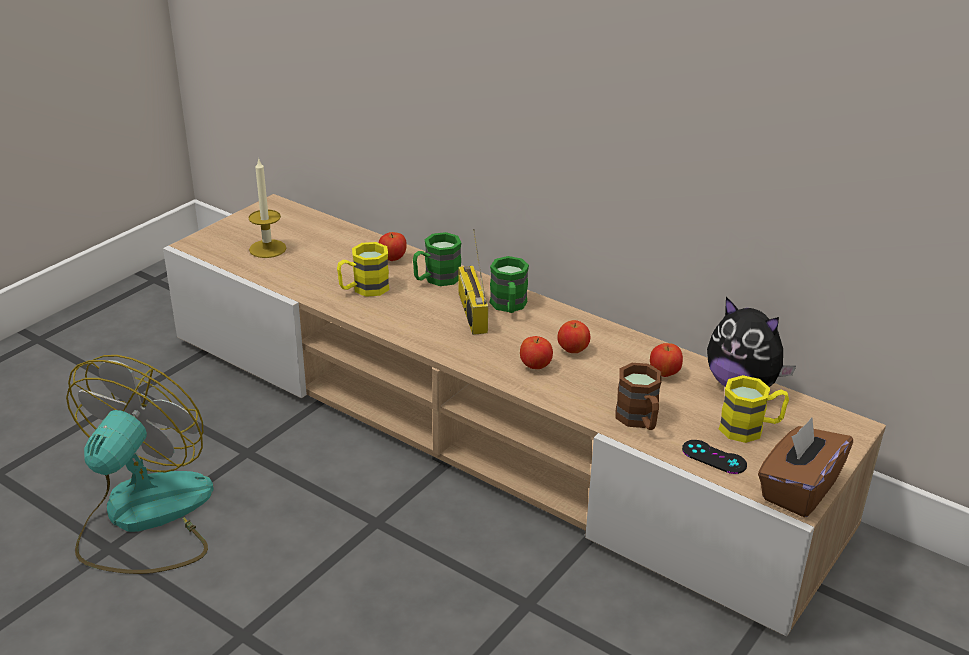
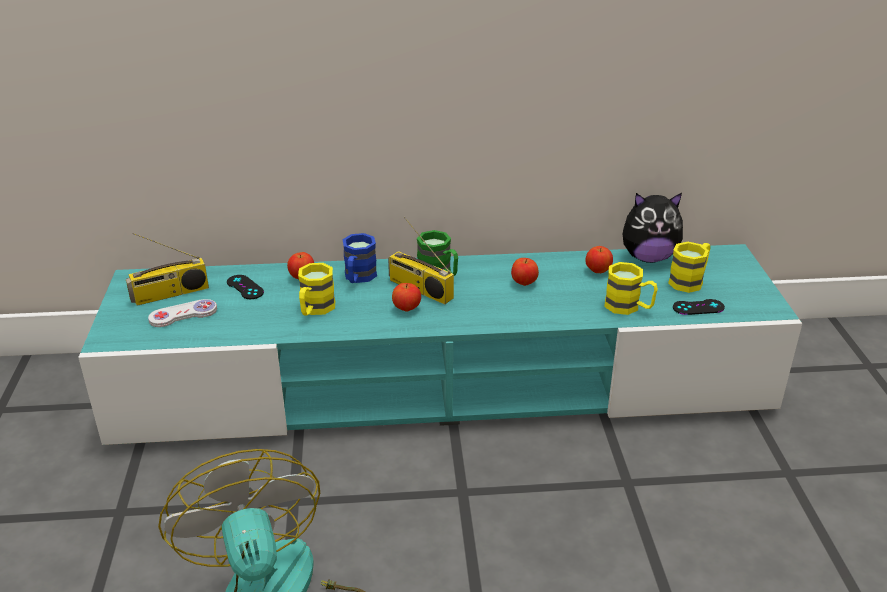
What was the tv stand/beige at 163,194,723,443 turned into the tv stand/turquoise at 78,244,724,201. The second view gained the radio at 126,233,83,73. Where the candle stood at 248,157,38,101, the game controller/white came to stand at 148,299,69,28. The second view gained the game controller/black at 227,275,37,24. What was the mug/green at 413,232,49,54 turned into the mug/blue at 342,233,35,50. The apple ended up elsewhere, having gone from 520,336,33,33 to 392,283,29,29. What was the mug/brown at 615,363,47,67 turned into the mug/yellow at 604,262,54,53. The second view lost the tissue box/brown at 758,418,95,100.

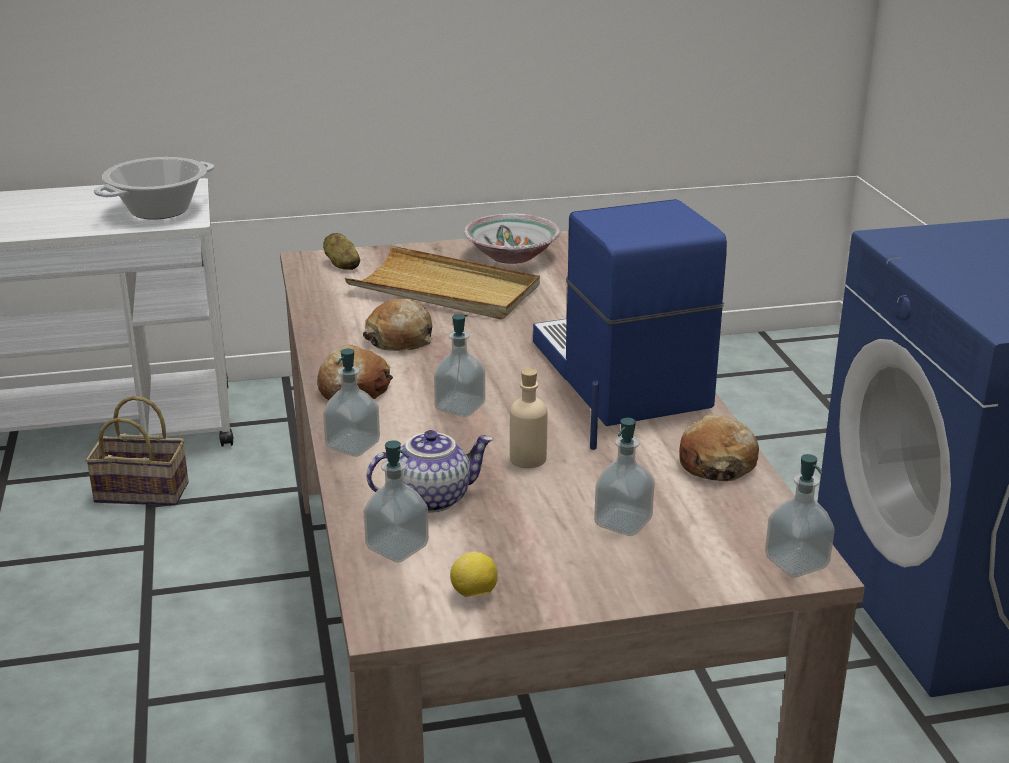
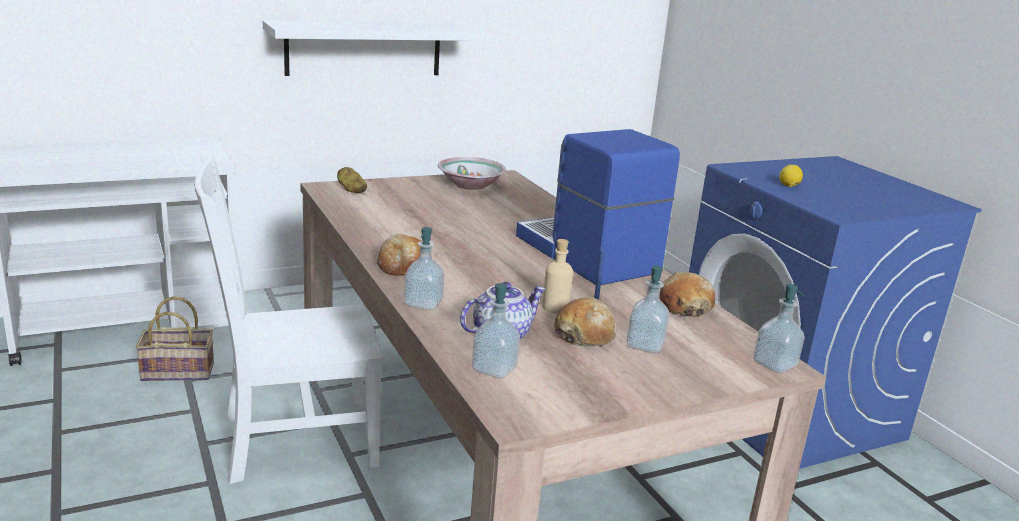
The second view gained the chair/white at 194,153,188,331. The second view gained the shelf/white at 263,20,217,56. The bread ended up elsewhere, having gone from 363,299,69,52 to 555,297,61,49. The lemon ended up elsewhere, having gone from 450,552,48,45 to 779,165,24,22. The second view lost the cooking pot at 94,157,120,63. The second view lost the tray/beige at 345,246,195,73. The second view lost the soap dispenser at 434,314,51,103.

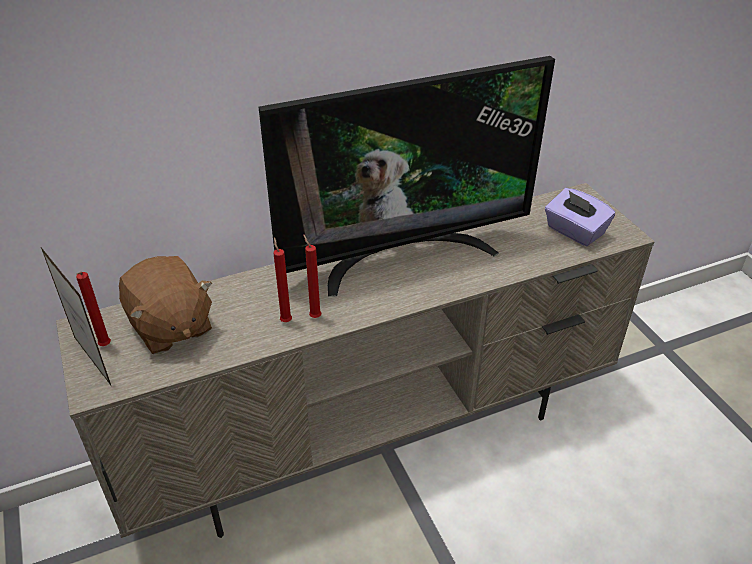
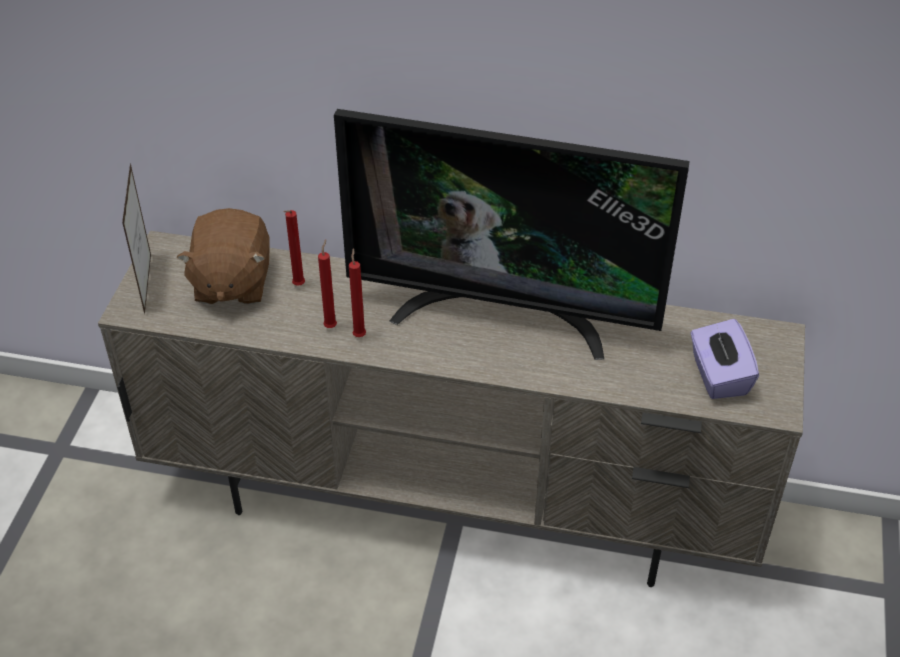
The candle/red ended up elsewhere, having gone from 76,272,35,74 to 283,210,22,76.

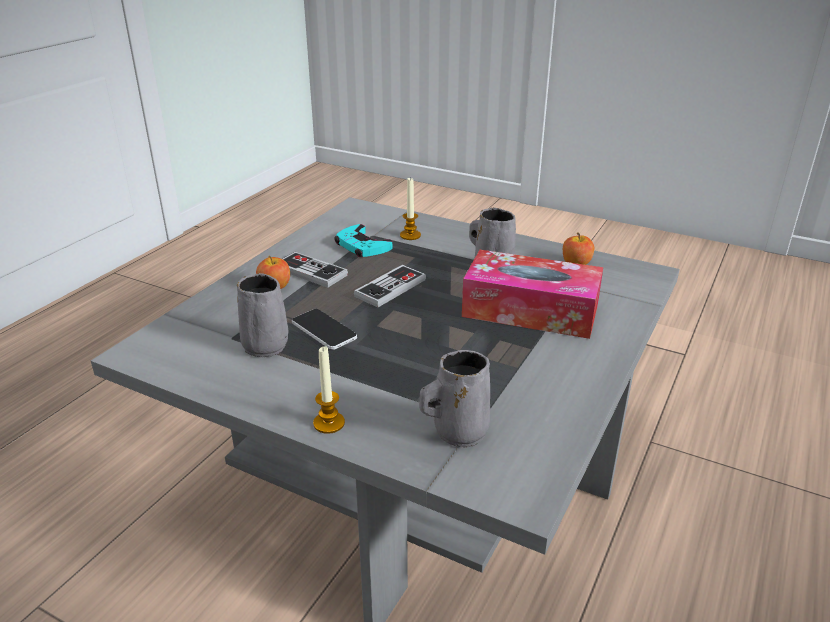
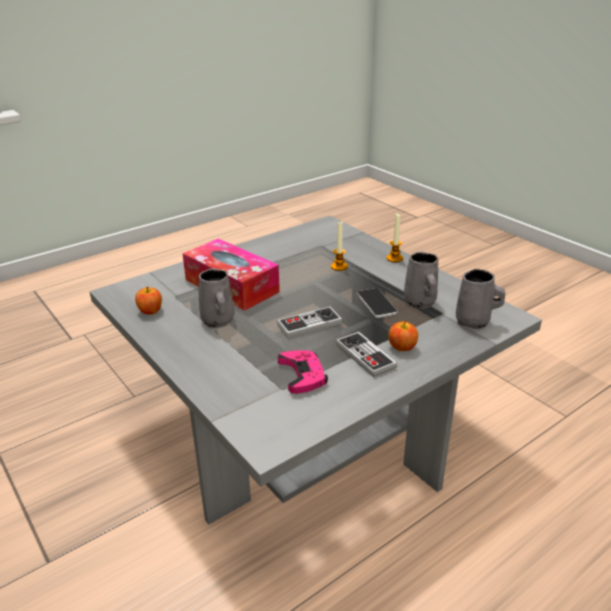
What was the game controller/turquoise at 334,224,59,33 turned into the game controller/pink at 278,350,50,44. The candle ended up elsewhere, having gone from 400,177,21,63 to 331,221,17,50. The mug/grey ended up elsewhere, having gone from 419,350,71,98 to 456,269,49,60.

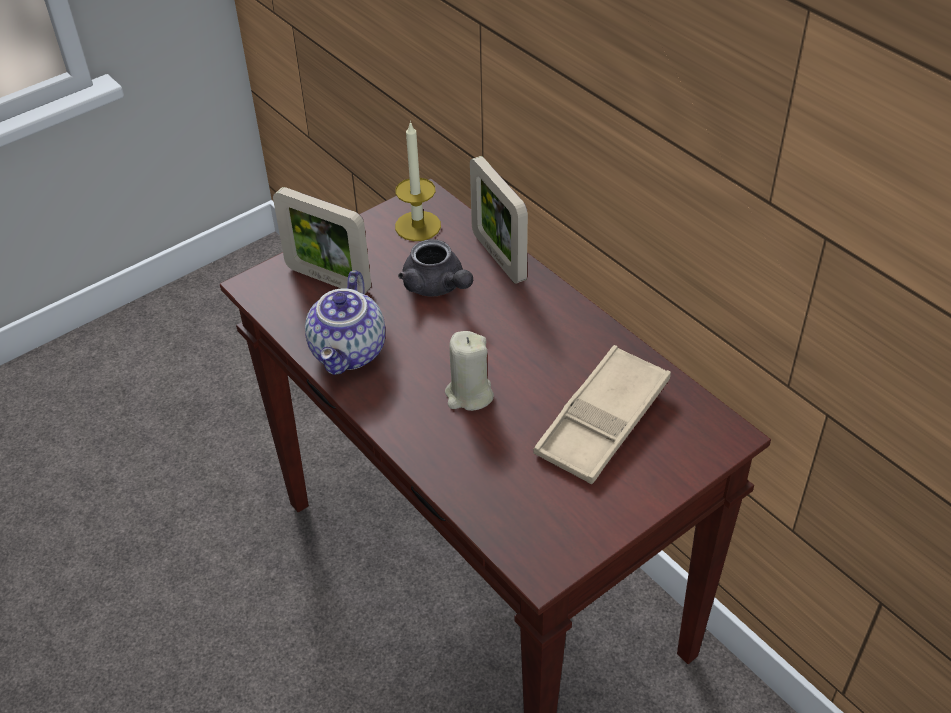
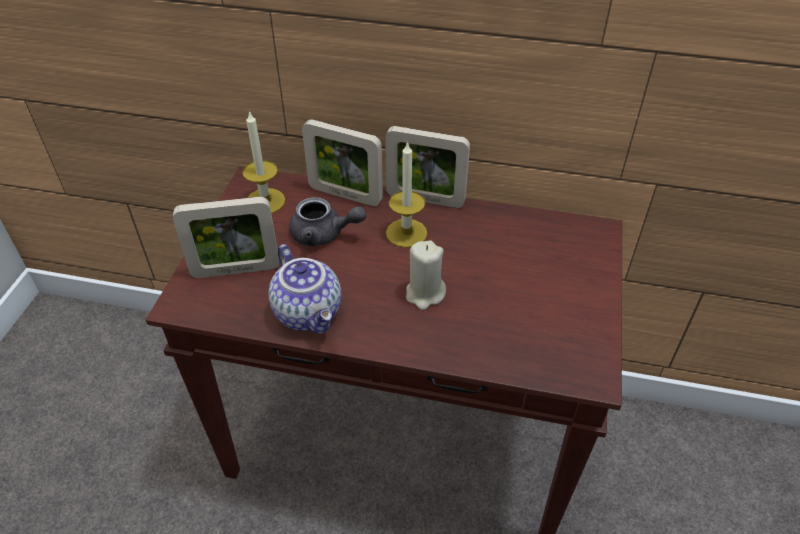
The second view gained the picture frame at 385,126,85,82. The second view gained the candle at 386,141,41,107. The second view lost the tray/beige at 533,345,138,139.

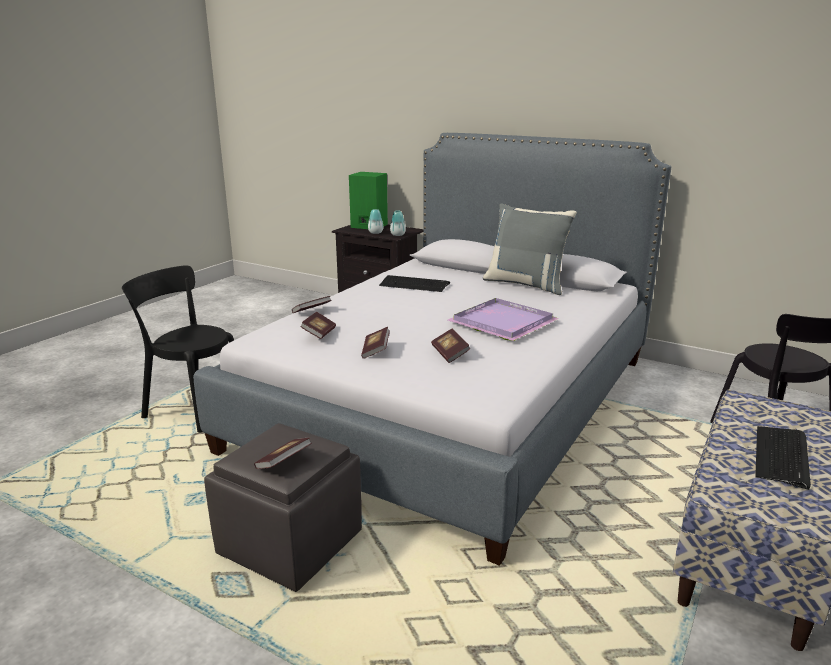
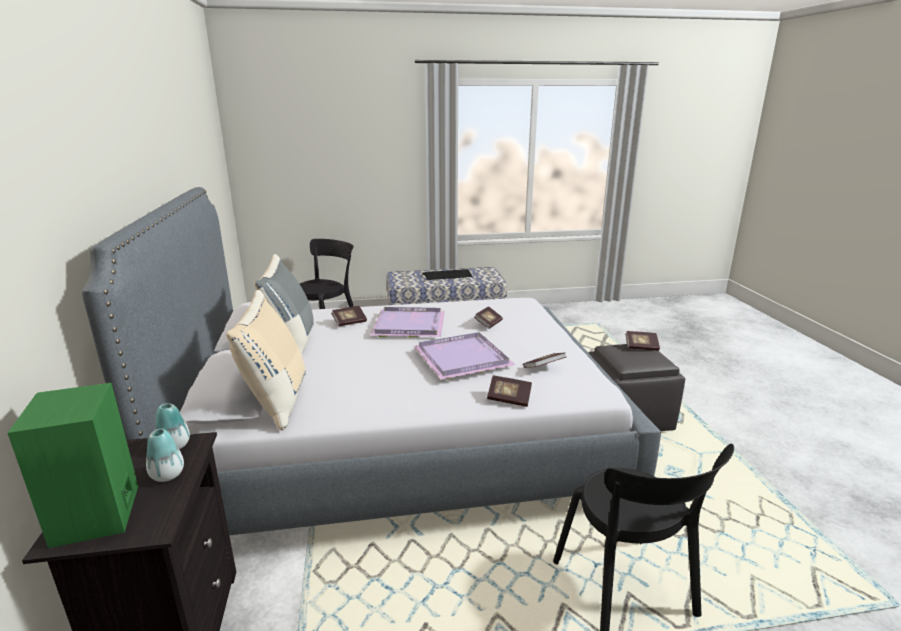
The second view gained the pillow/beige at 226,290,80,140. The book ended up elsewhere, having gone from 361,327,29,32 to 331,306,36,20. The second view gained the tray/purple at 413,332,102,48. The second view lost the keyboard at 379,275,71,17.

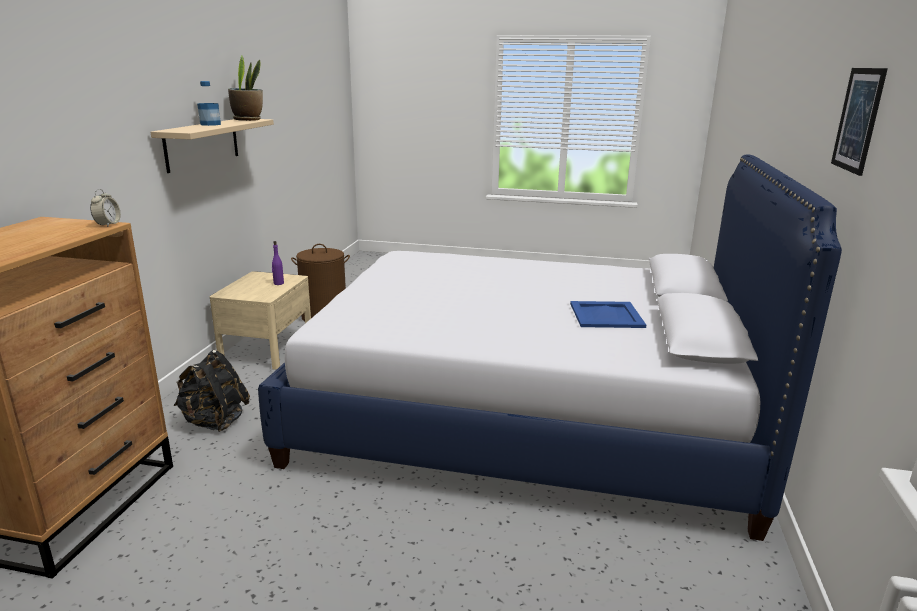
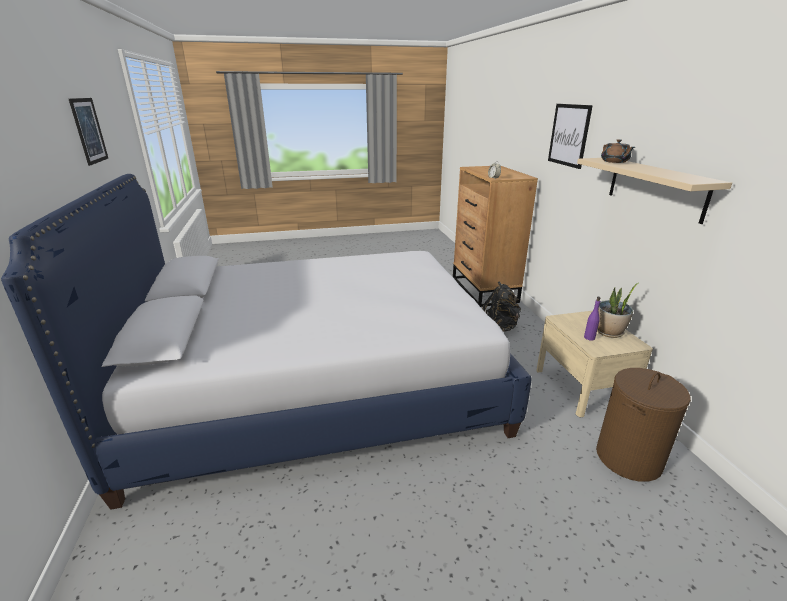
The second view gained the picture at 548,104,45,65. The potted plant ended up elsewhere, having gone from 228,55,35,66 to 597,283,41,55. The second view gained the teapot/brown at 601,139,34,24. The second view lost the bottle at 197,81,24,45. The second view lost the tray/blue at 570,301,76,27.

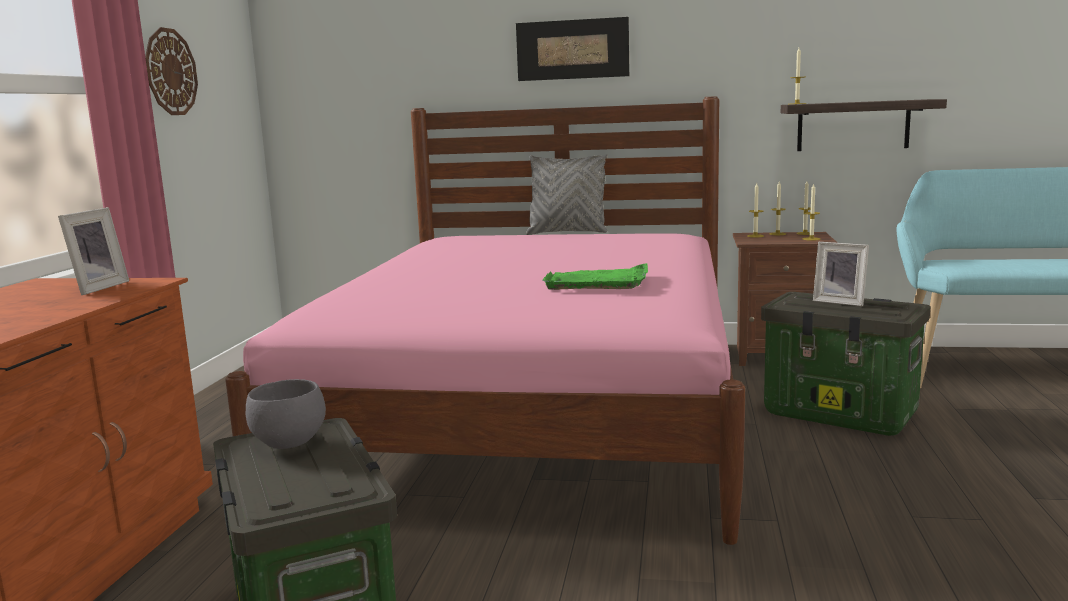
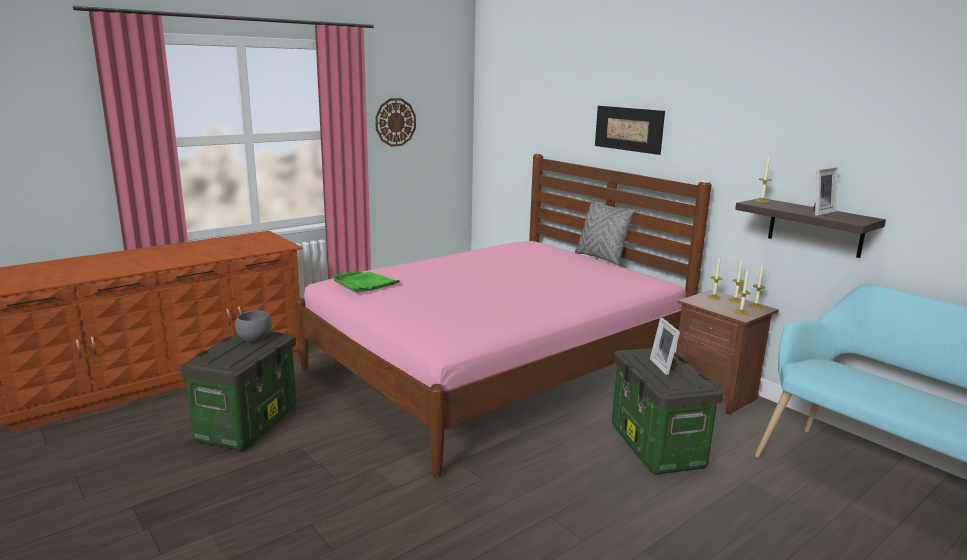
The tray/green ended up elsewhere, having gone from 542,263,106,27 to 331,271,68,21. The picture frame ended up elsewhere, having gone from 58,207,71,88 to 812,167,26,49.

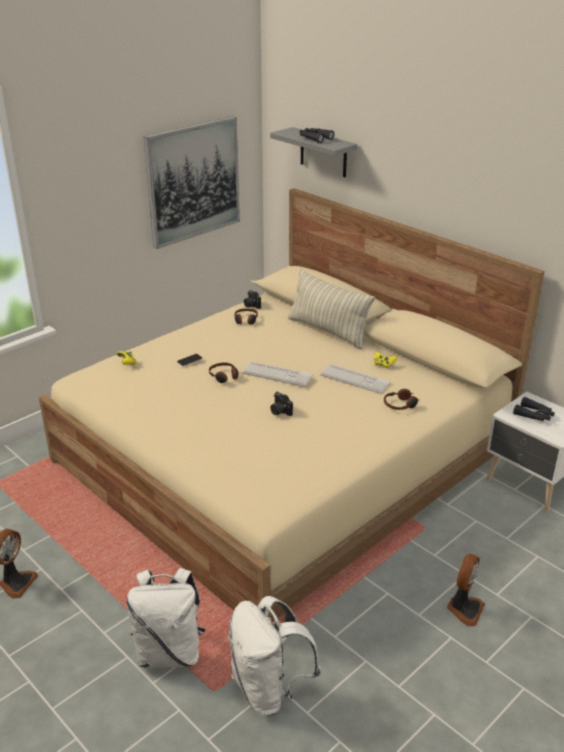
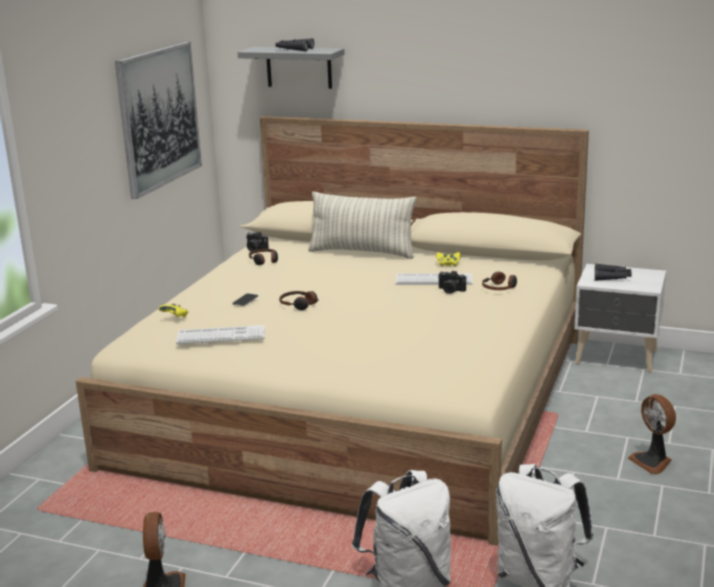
The keyboard ended up elsewhere, having gone from 242,361,71,26 to 176,325,89,19. The photo camera ended up elsewhere, having gone from 270,392,23,24 to 438,271,28,23. The fan at 447,554,38,73 ended up facing another way, 150 degrees clockwise from before.

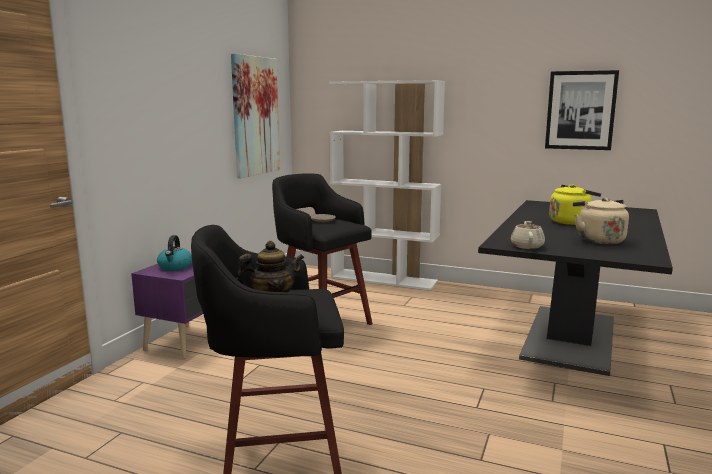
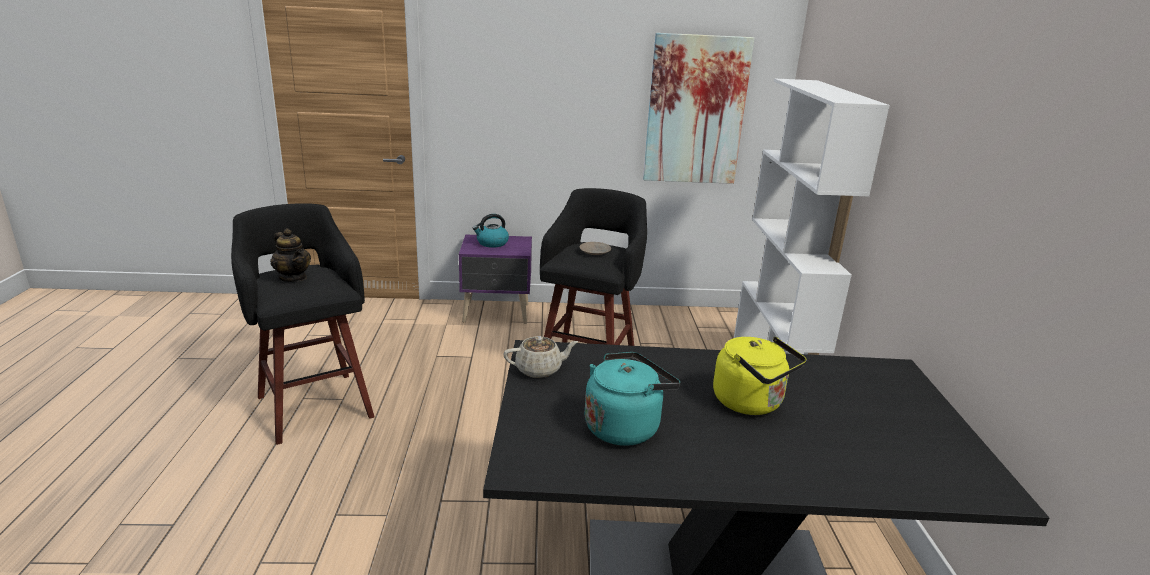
What was the kettle/beige at 573,198,56,46 turned into the kettle/turquoise at 585,352,95,94. The second view lost the picture at 545,70,74,80.

